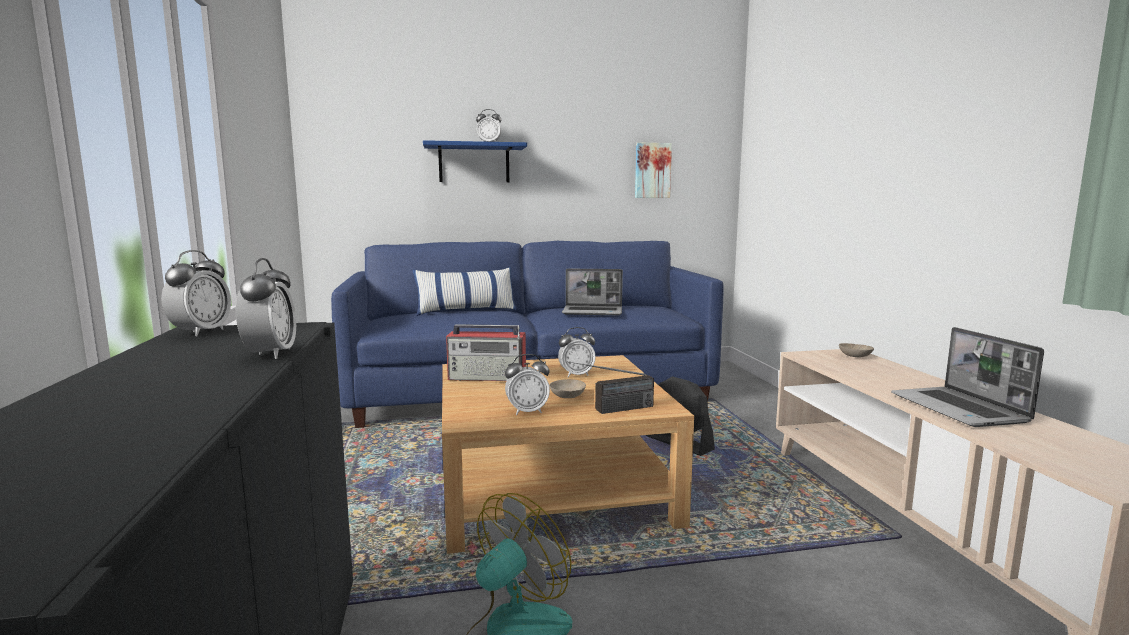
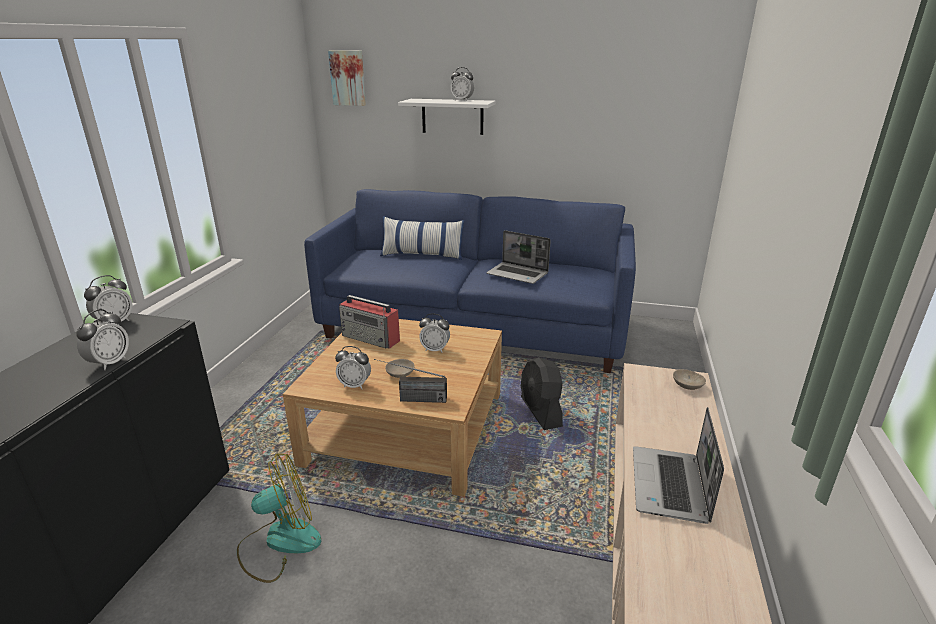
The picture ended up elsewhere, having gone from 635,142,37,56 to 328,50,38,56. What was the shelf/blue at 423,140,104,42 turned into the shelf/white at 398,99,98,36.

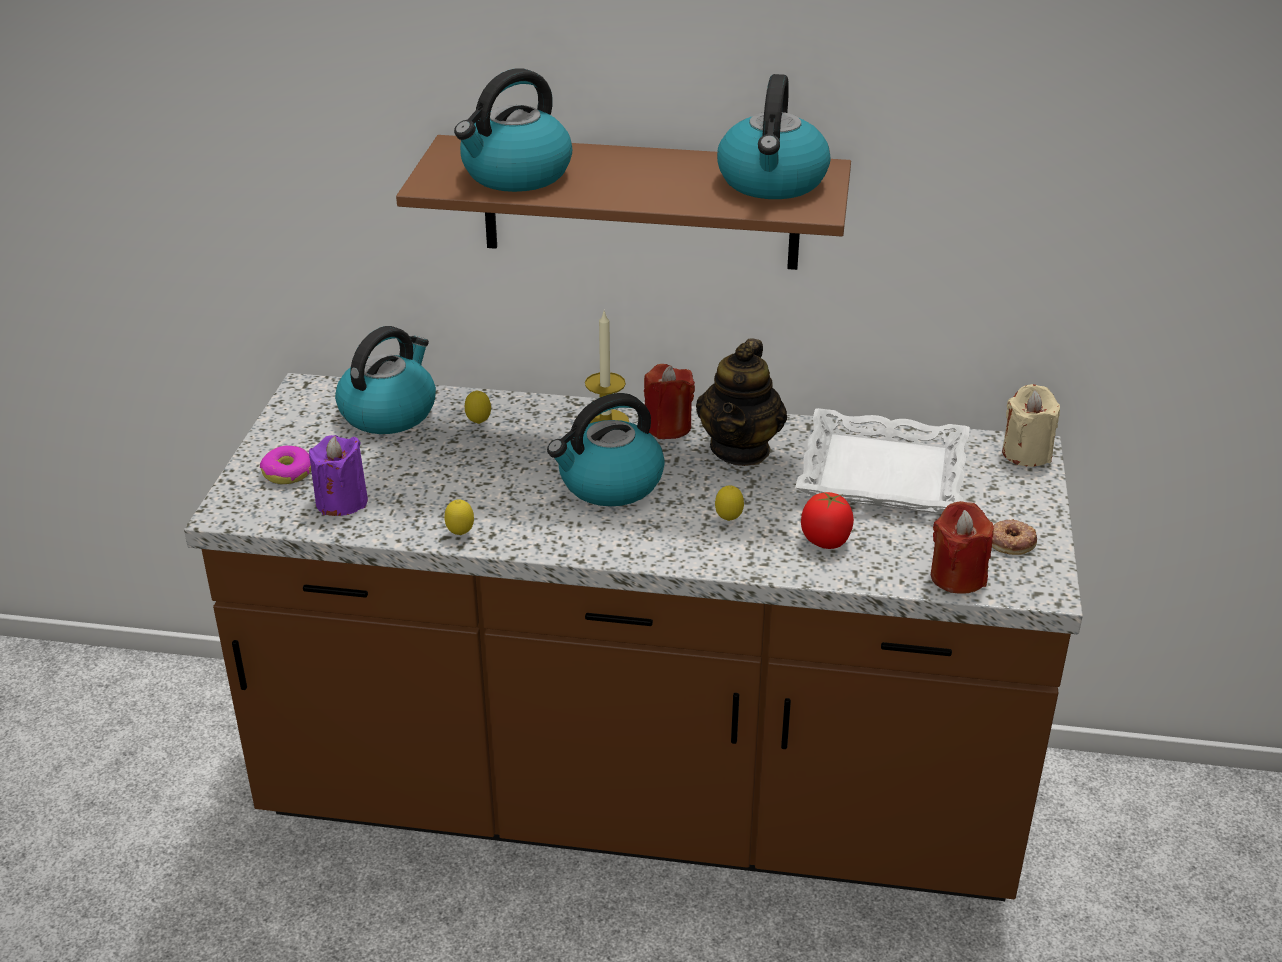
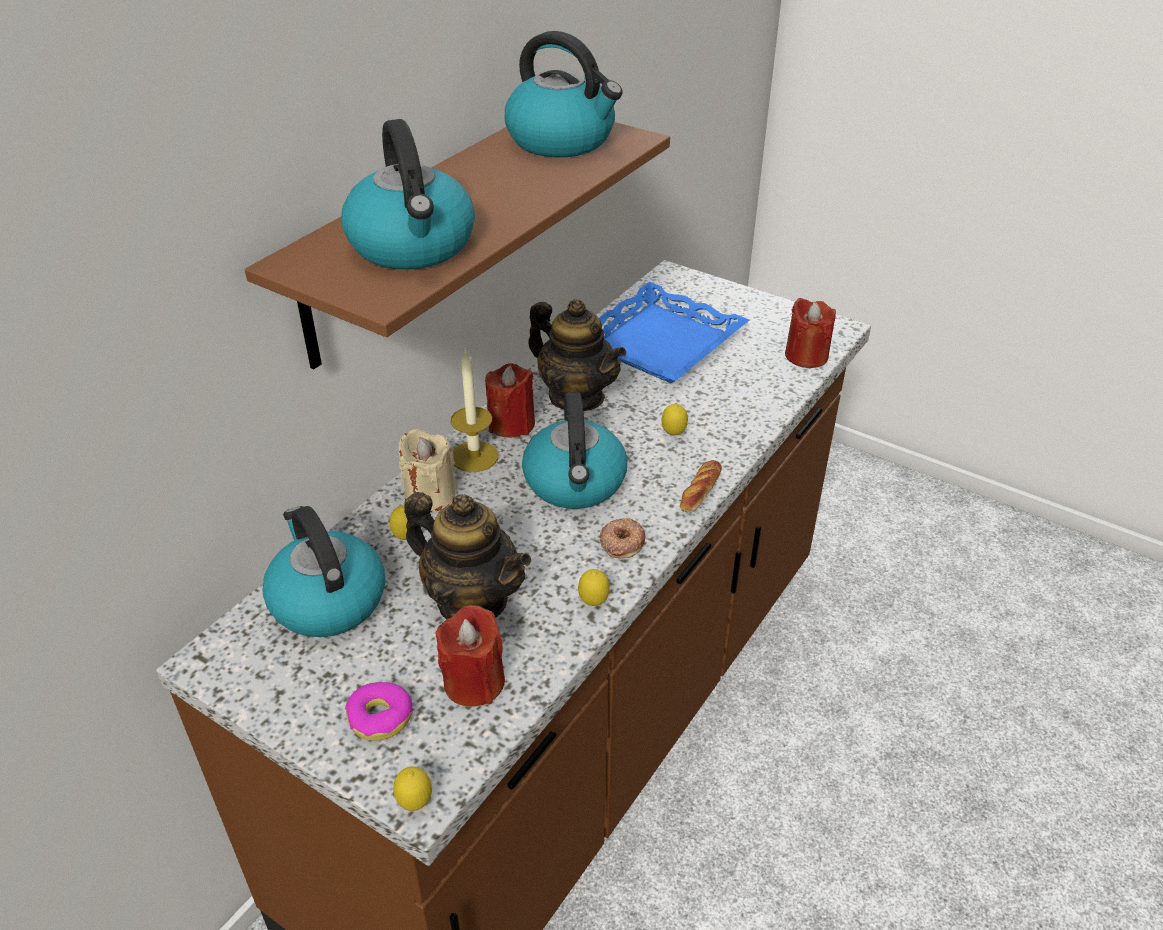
The second view gained the lemon at 393,766,39,45. The candle/beige ended up elsewhere, having gone from 1002,384,58,83 to 399,429,58,83. The second view gained the teapot at 404,492,127,127. What was the candle/purple at 309,435,59,81 turned into the candle/red at 436,605,69,102. What was the tray/white at 795,408,175,106 turned into the tray/blue at 599,282,150,101. The donut ended up elsewhere, having gone from 992,519,45,36 to 600,518,45,41. The second view gained the bread at 680,460,42,52. The second view lost the tomato at 801,492,53,57.

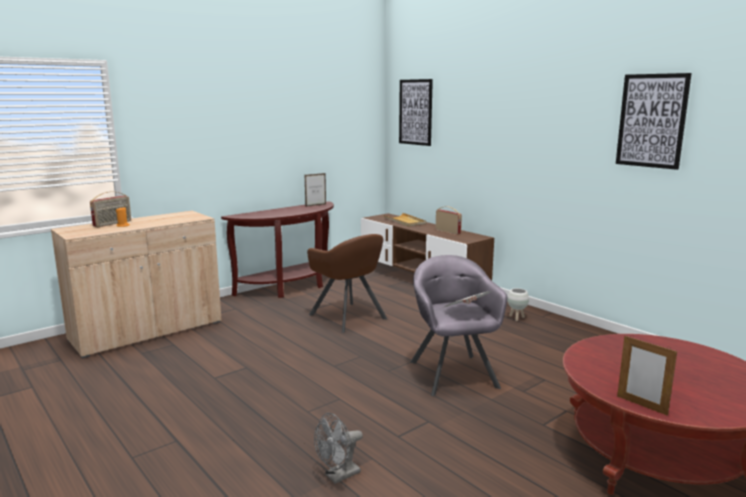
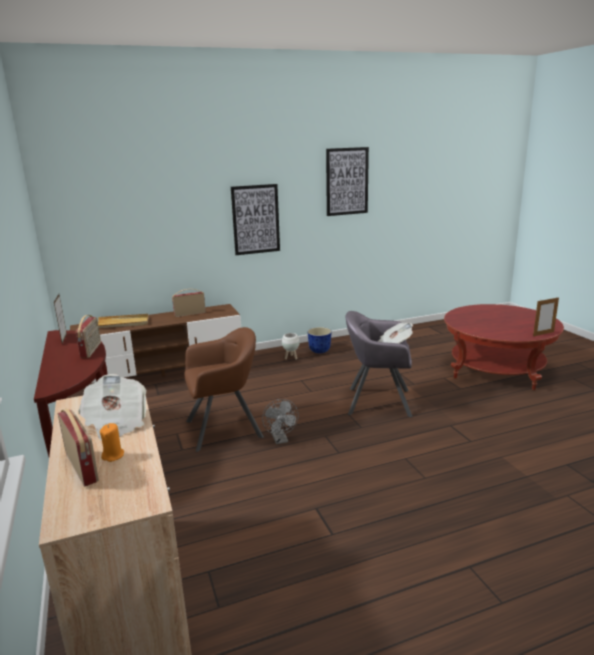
The second view gained the radio at 76,315,25,43. The second view gained the newspaper at 78,374,68,67. The picture ended up elsewhere, having gone from 399,79,34,67 to 231,184,49,71. The fan/grey ended up elsewhere, having gone from 314,413,49,71 to 262,399,37,45. The second view gained the planter at 307,327,25,26.

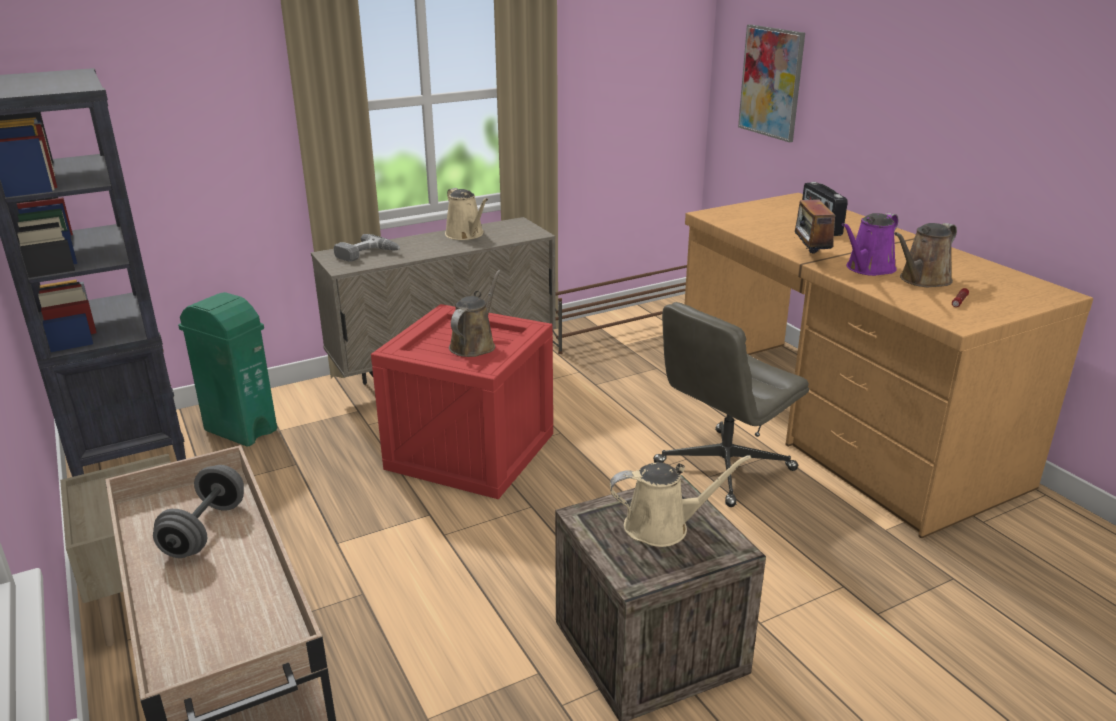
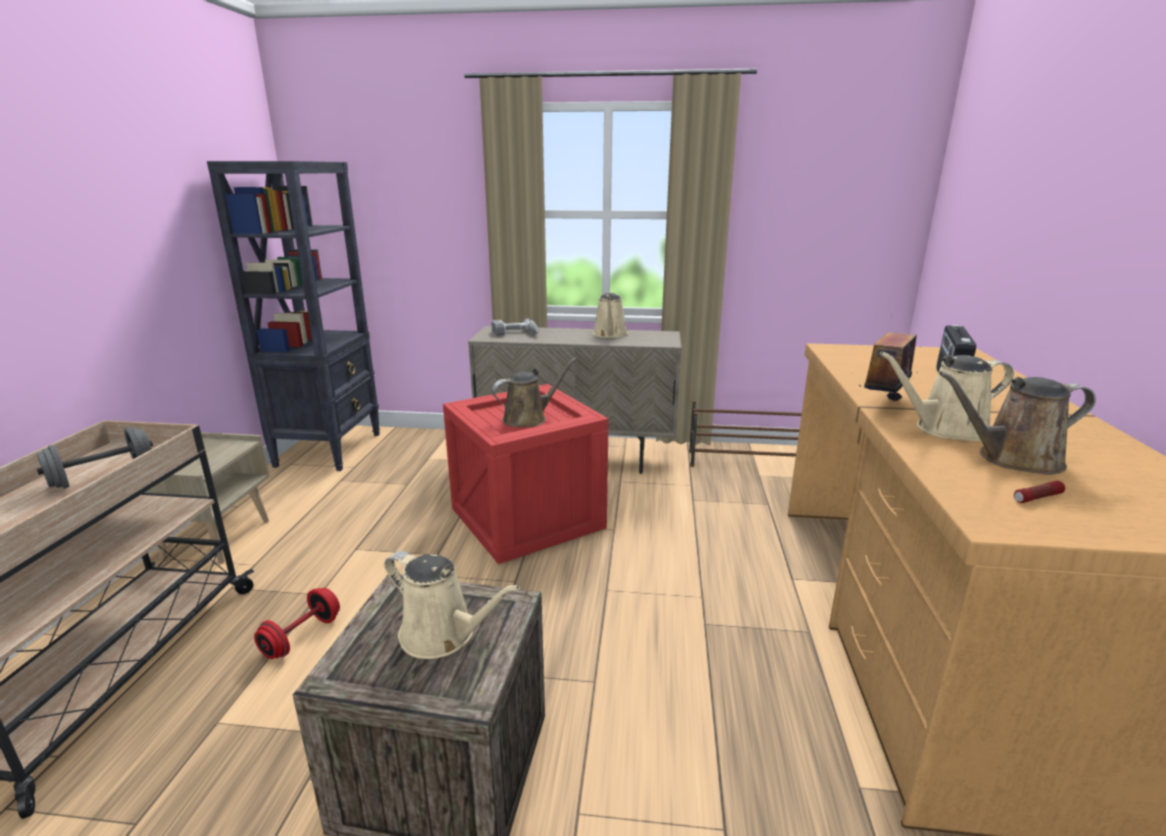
The second view gained the dumbbell/red at 254,588,86,71. What was the watering can/purple at 842,213,56,63 turned into the watering can/beige at 880,351,134,90. The second view lost the trash can/green at 178,292,99,154. The second view lost the office chair/grey at 653,302,156,205. The second view lost the picture at 738,24,67,118.

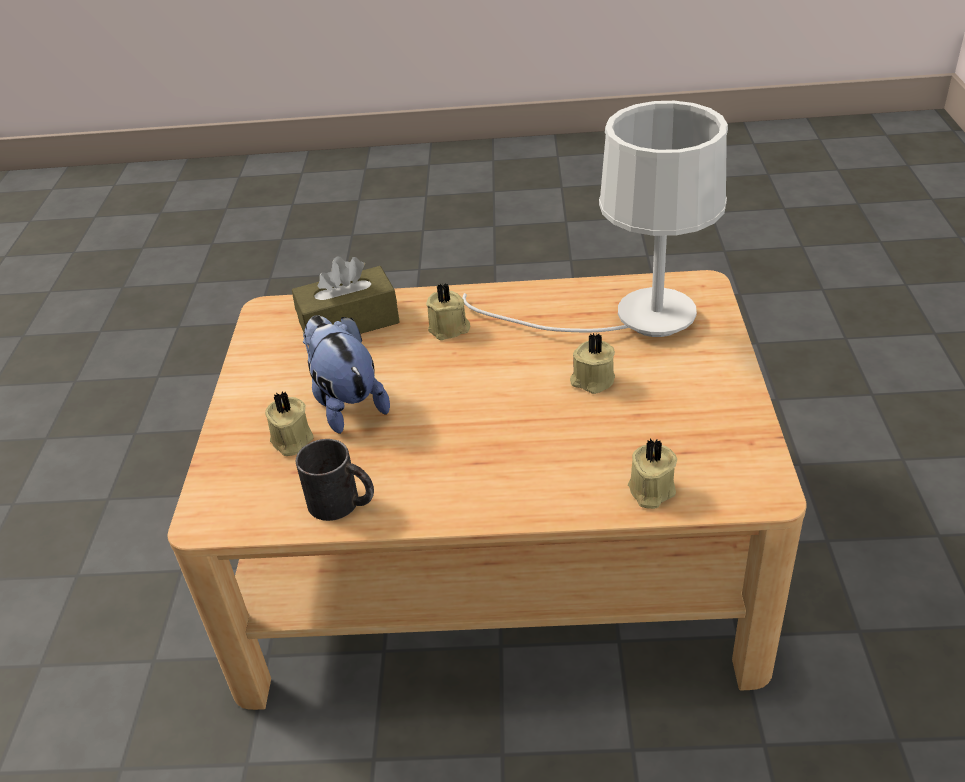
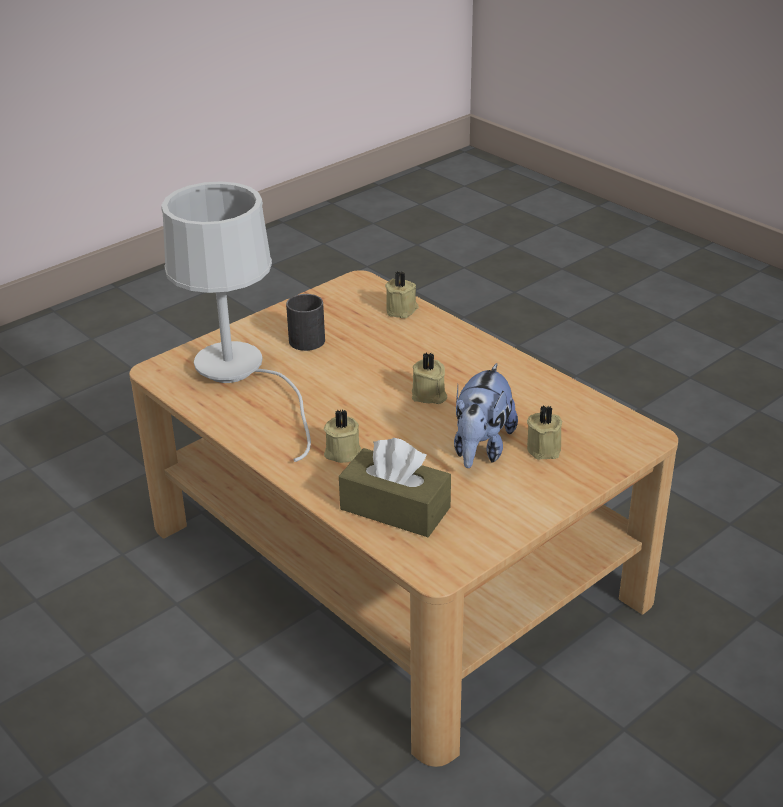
The mug/black ended up elsewhere, having gone from 296,439,78,82 to 286,294,39,57. The candle/beige ended up elsewhere, having gone from 570,333,45,61 to 412,353,35,51.

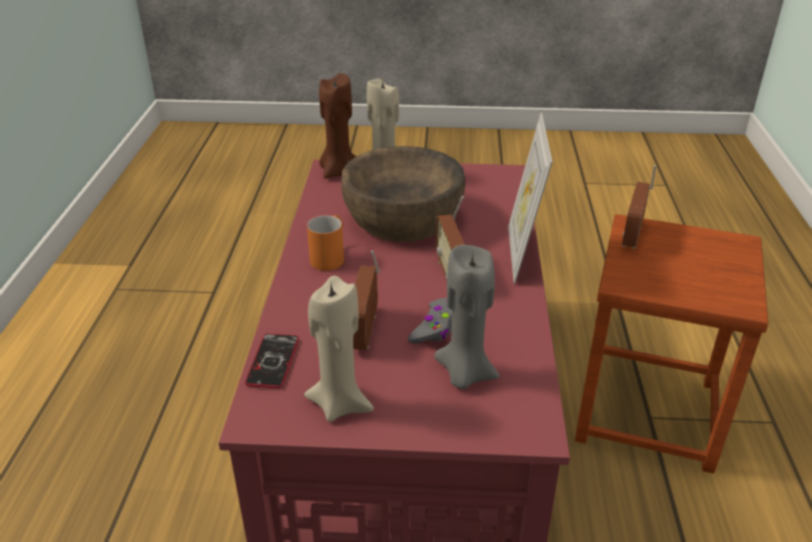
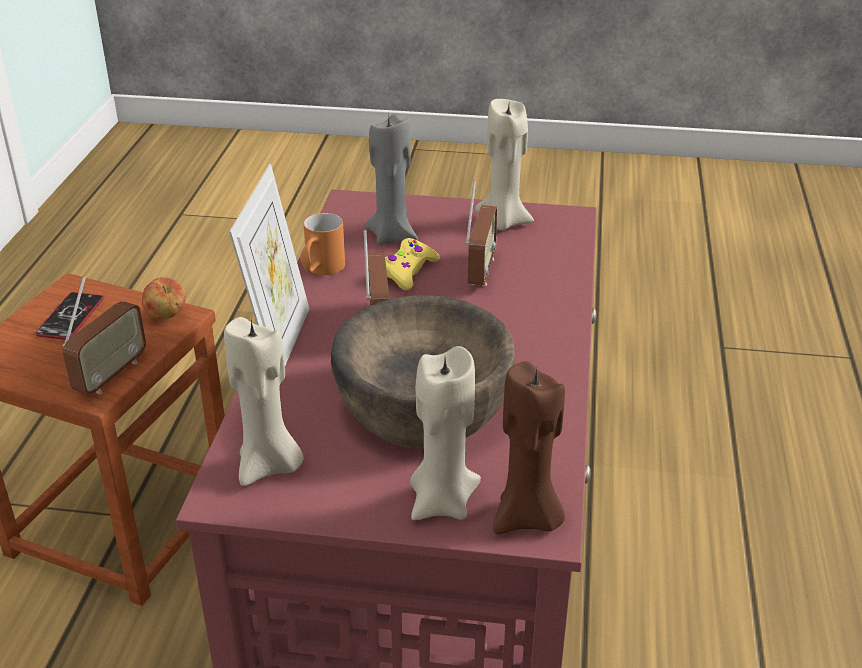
The phone ended up elsewhere, having gone from 245,334,54,54 to 35,292,69,48. The second view gained the apple at 142,277,44,43. The second view gained the candle/beige at 224,317,80,169. The mug/orange ended up elsewhere, having gone from 307,215,37,56 to 300,213,45,62. What was the game controller/grey at 408,298,44,46 turned into the game controller/yellow at 385,238,55,52.

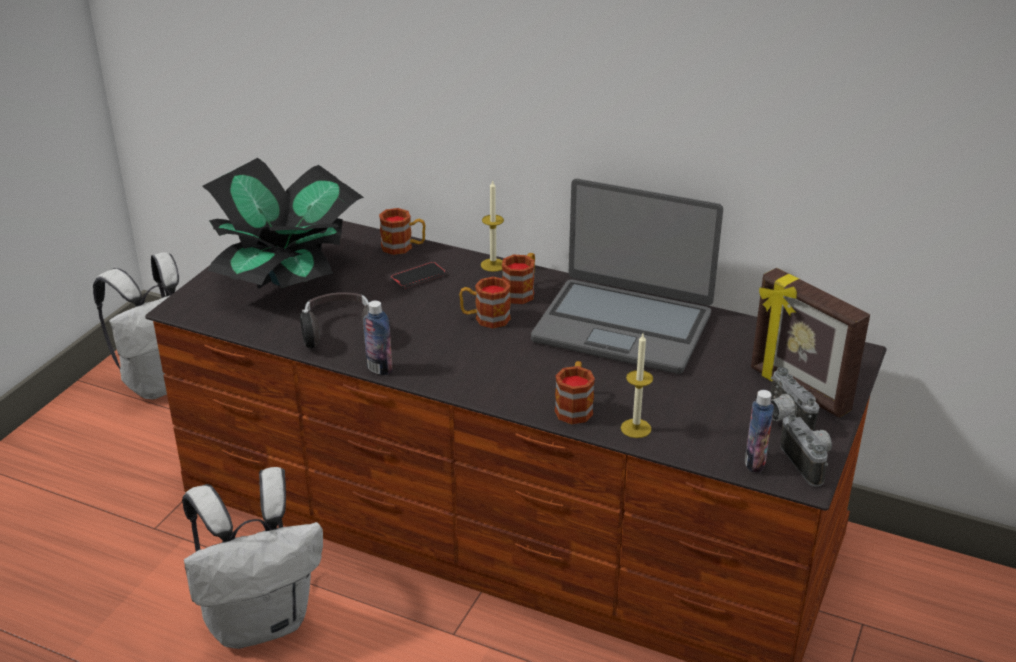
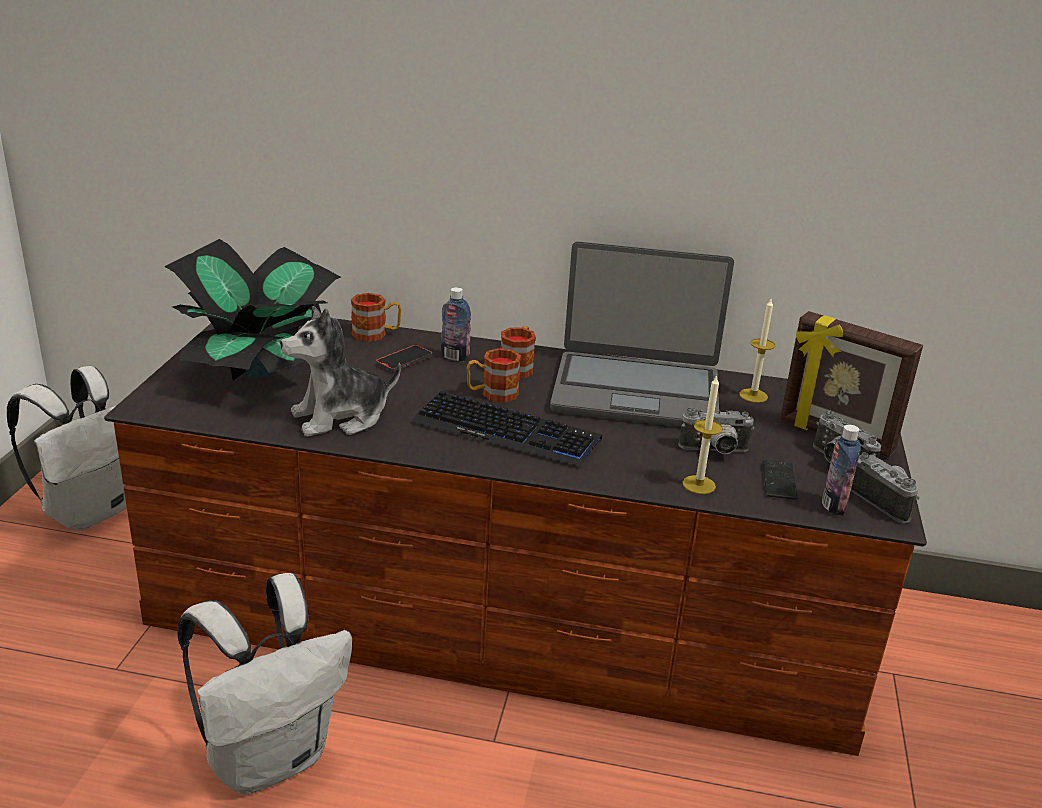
Where the headphones stood at 300,292,69,56, the plush toy came to stand at 280,306,121,130. The second view gained the keyboard at 412,391,190,75. The bottle ended up elsewhere, having gone from 363,301,30,74 to 441,287,30,74. The second view gained the photo camera at 678,408,77,46. The candle ended up elsewhere, having gone from 481,180,23,92 to 739,299,37,104. The second view gained the phone at 763,460,34,40. The second view lost the mug at 555,361,40,63.

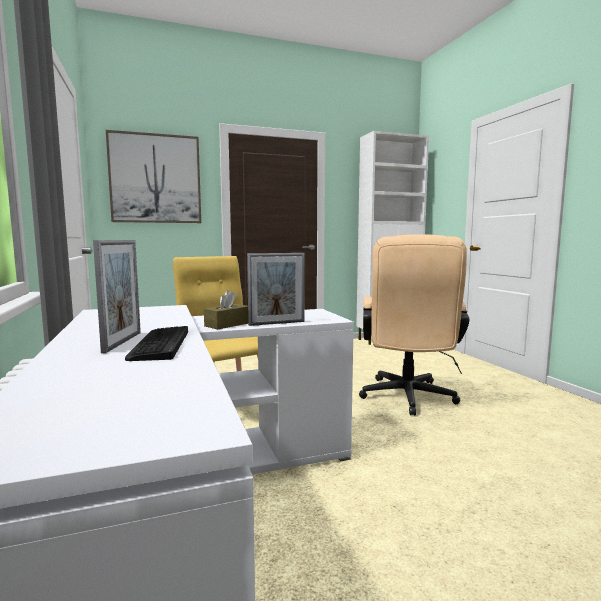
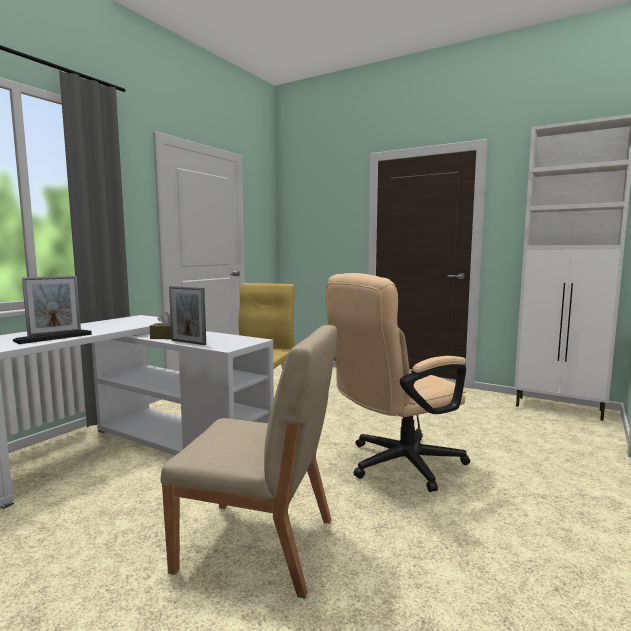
The second view gained the chair/beige at 160,325,177,274. The second view lost the picture at 106,130,95,93.

